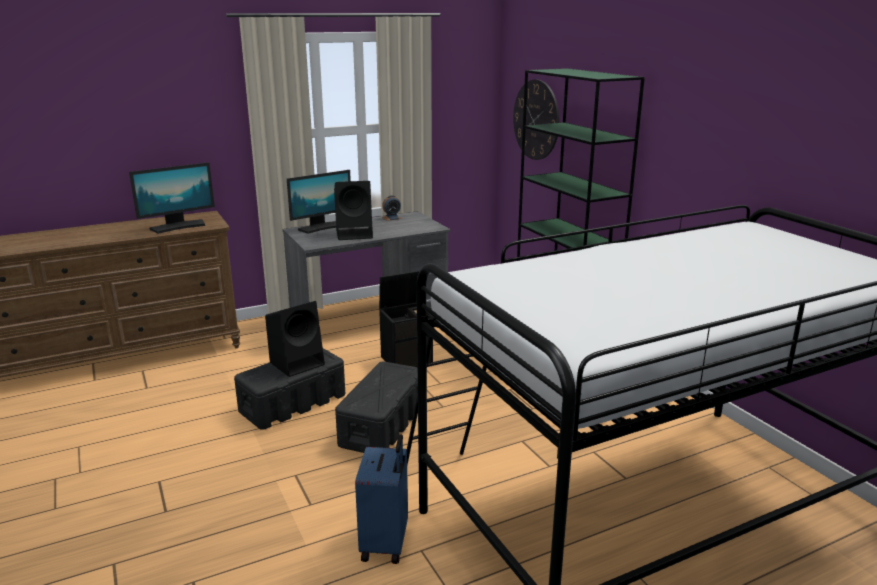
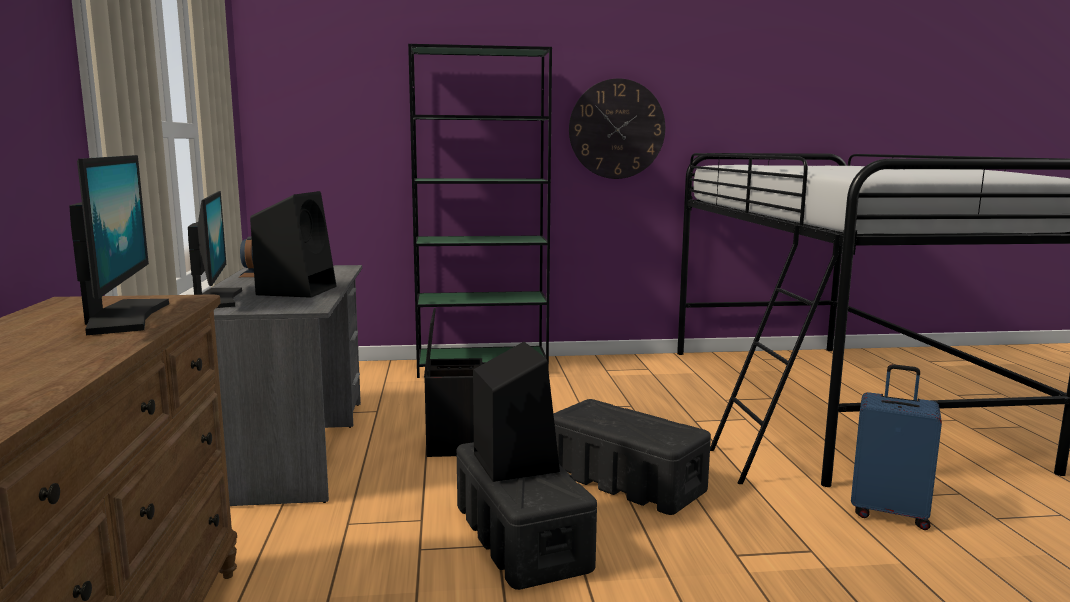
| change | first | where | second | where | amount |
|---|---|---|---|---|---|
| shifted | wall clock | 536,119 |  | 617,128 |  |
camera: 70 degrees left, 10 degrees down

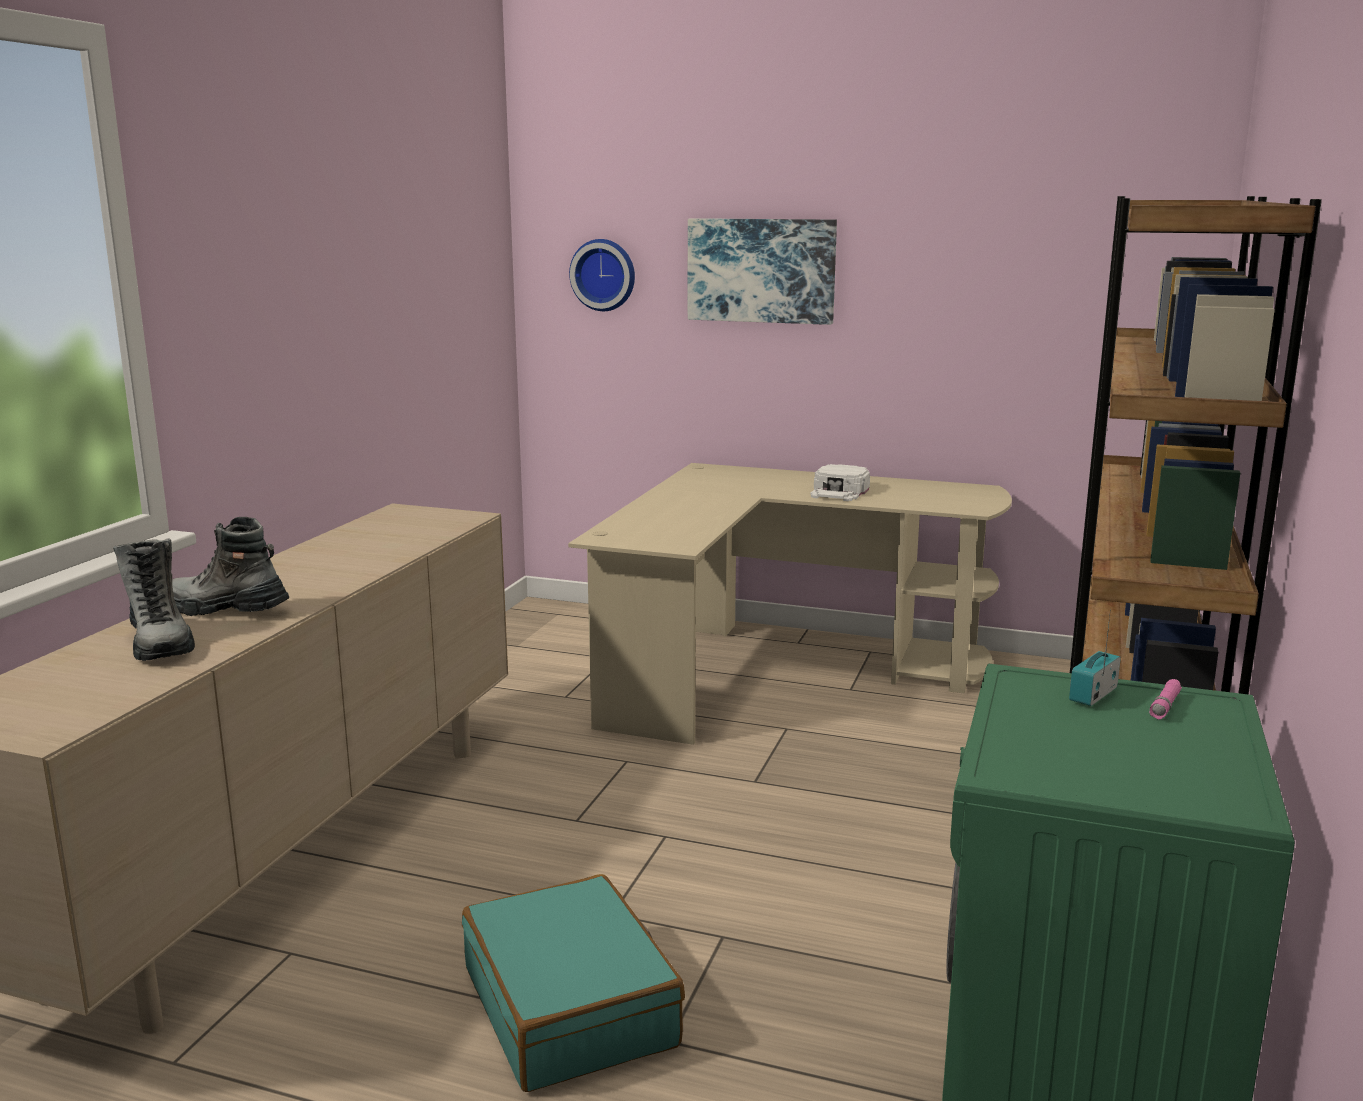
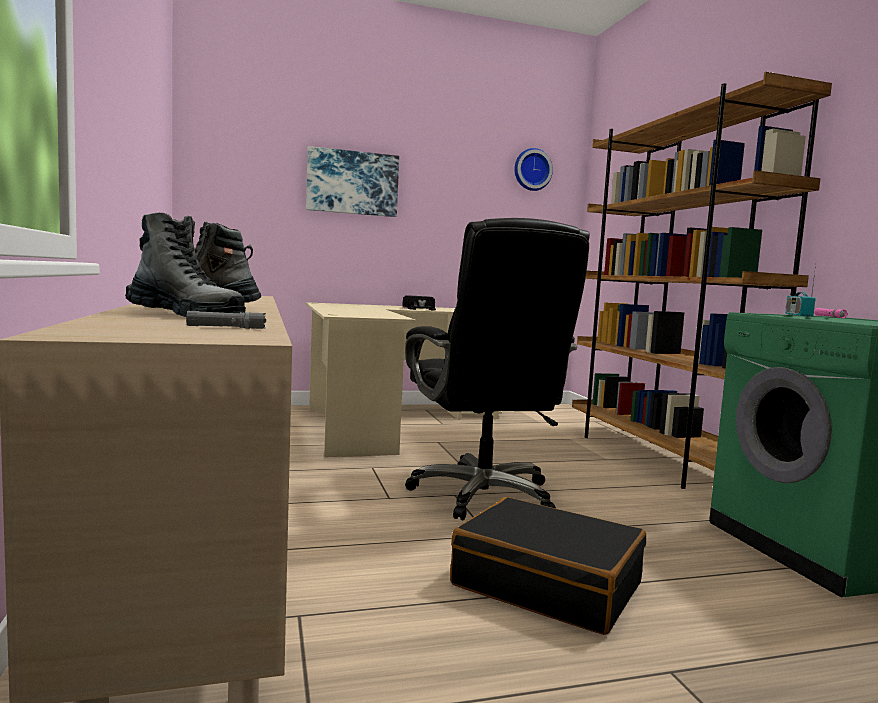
| change | first | where | second | where | amount |
|---|---|---|---|---|---|
| new |  |  | grey flashlight | 226,320 |  |
| new |  |  | black office chair | 497,369 |  |
| shifted | wall clock | 602,275 |  | 533,169 |  |
| repainted | turquoise suitcase | 573,983 | black suitcase | 548,566 |  |
| repainted | white cap | 840,482 | black cap | 419,302 |  |
camera: 35 degrees left, 10 degrees down

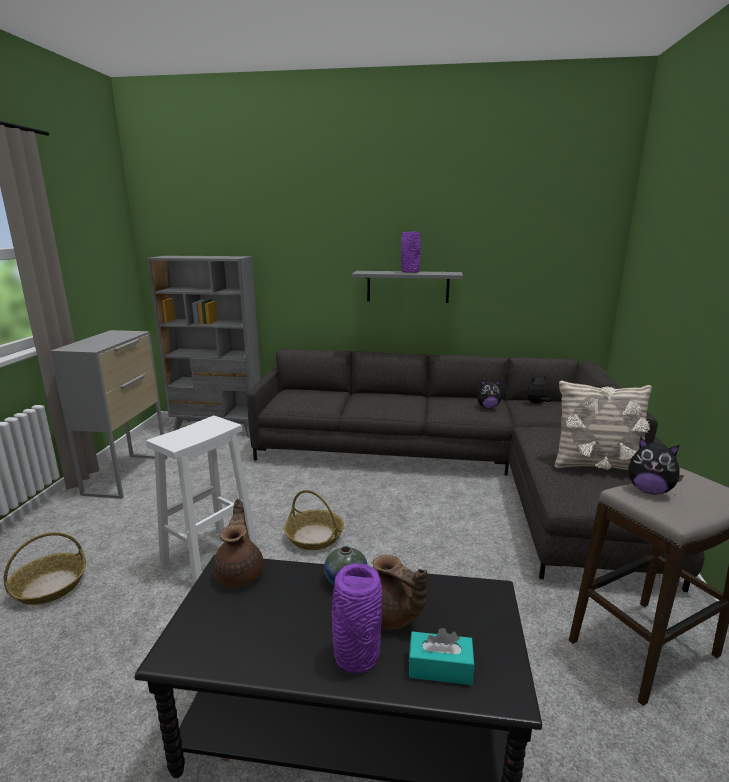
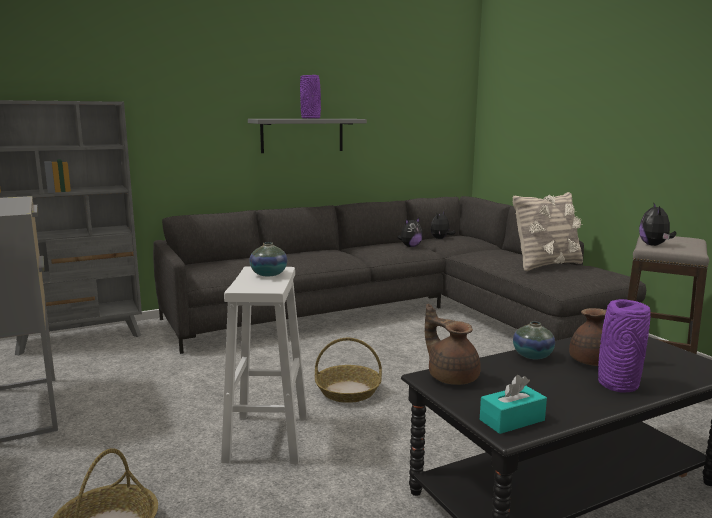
| change | first | where | second | where | amount |
|---|---|---|---|---|---|
| new |  |  | vase | 268,259 |  |
| shifted | turquoise tissue box | 441,656 |  | 513,404 |  |
| rotated | plush toy | 656,466 |  | 657,224 | 105 degrees clockwise |
camera: 35 degrees left, 5 degrees down

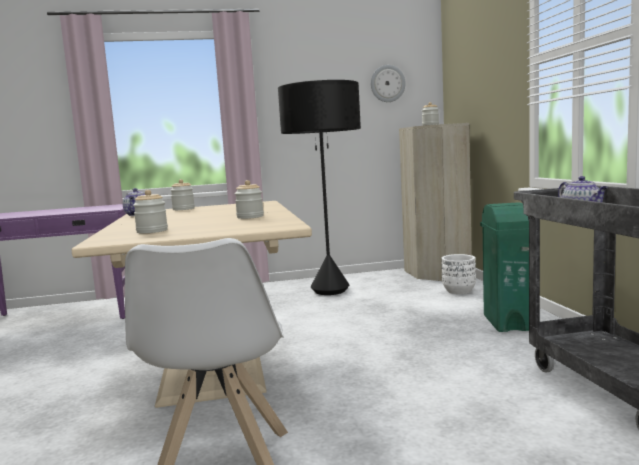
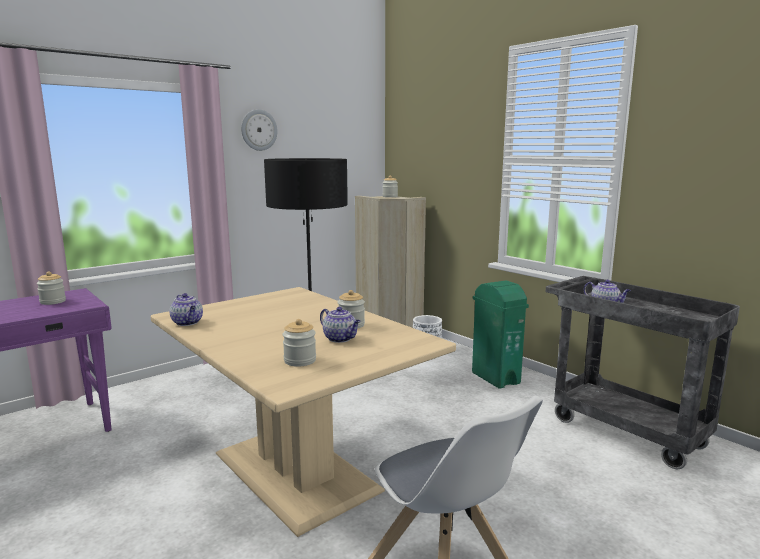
| change | first | where | second | where | amount |
|---|---|---|---|---|---|
| new |  |  | teapot | 340,325 |  |
| shifted | jar | 182,194 |  | 51,288 |  |
| shifted | wall clock | 388,83 |  | 259,130 |  |
camera: 30 degrees left, 5 degrees up

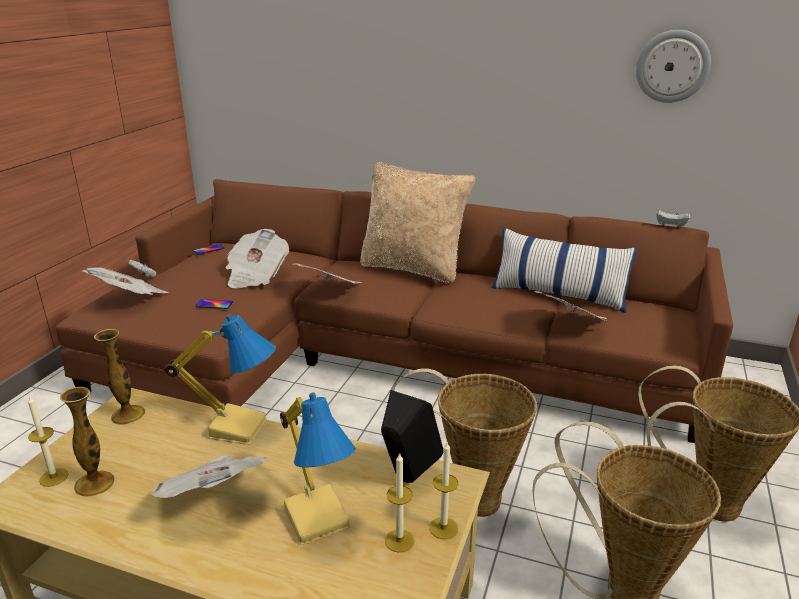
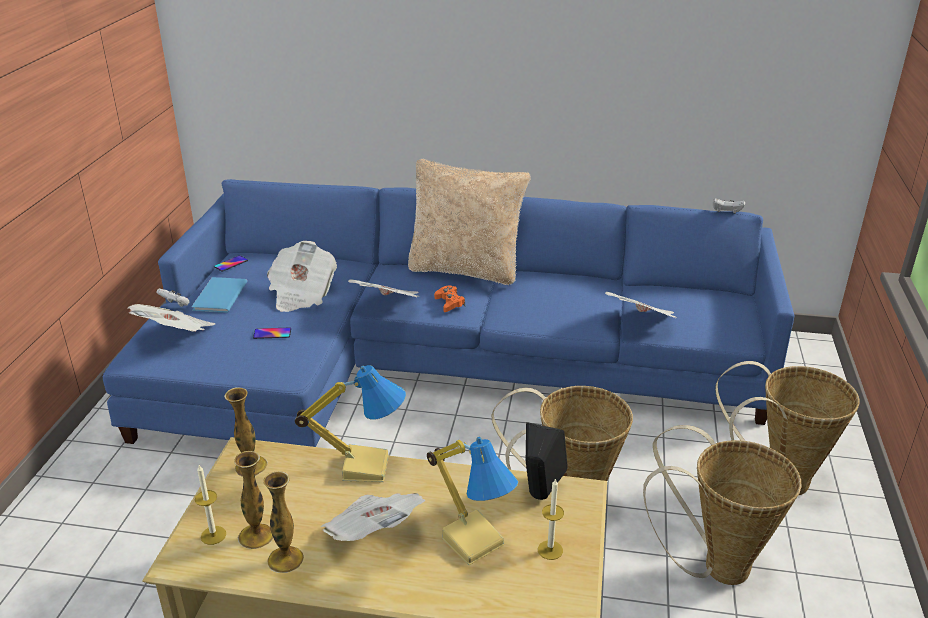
| change | first | where | second | where | amount |
|---|---|---|---|---|---|
| gone | candle | 443,490 |  |  |  |
| gone | pillow | 565,270 |  |  |  |
| gone | wall clock | 673,66 |  |  |  |
| new |  |  | blue book | 219,295 |  |
| new |  |  | vase | 283,522 |  |
| new |  |  | orange game controller | 449,299 |  |
| repainted | brown sofa | 394,311 | blue sofa | 448,313 |  |
camera: 10 degrees left, 5 degrees up

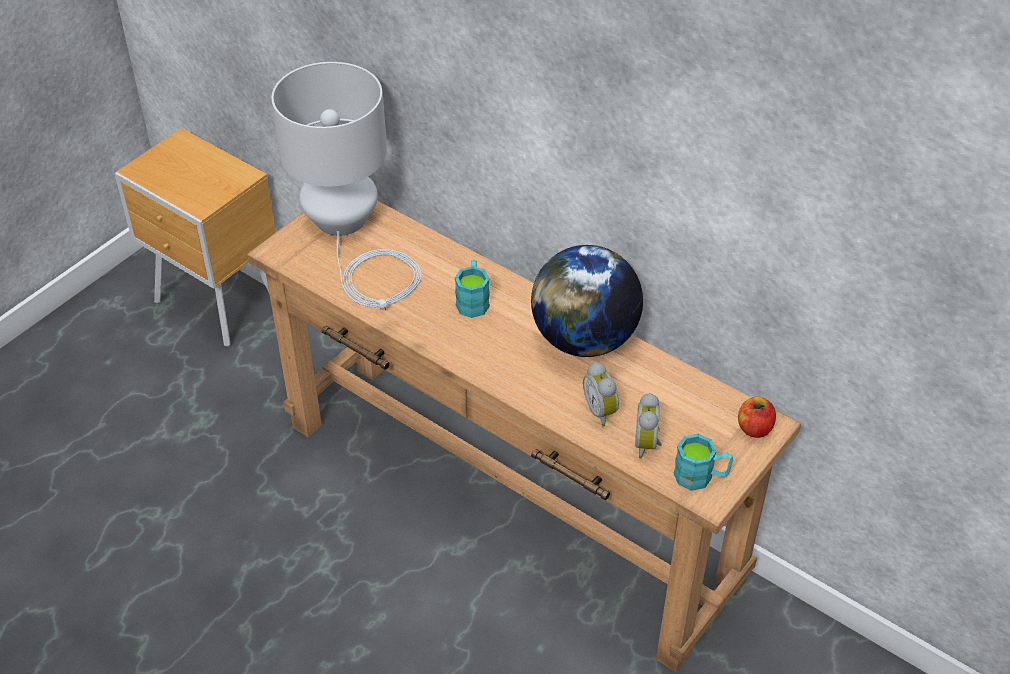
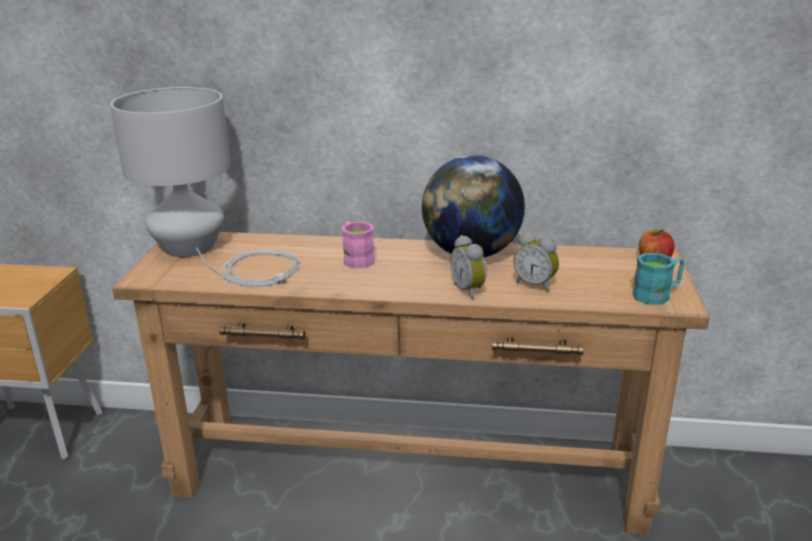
| change | first | where | second | where | amount |
|---|---|---|---|---|---|
| shifted | alarm clock | 648,425 |  | 468,267 |  |
| repainted | turquoise mug | 472,289 | pink mug | 358,244 |  |
camera: 30 degrees left, 20 degrees down

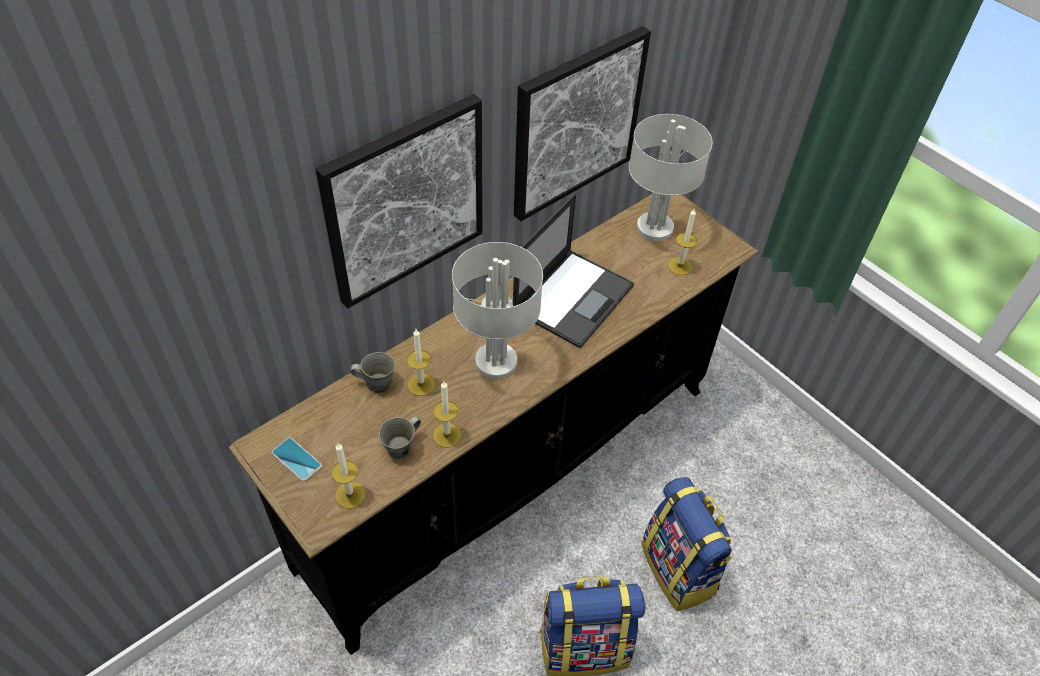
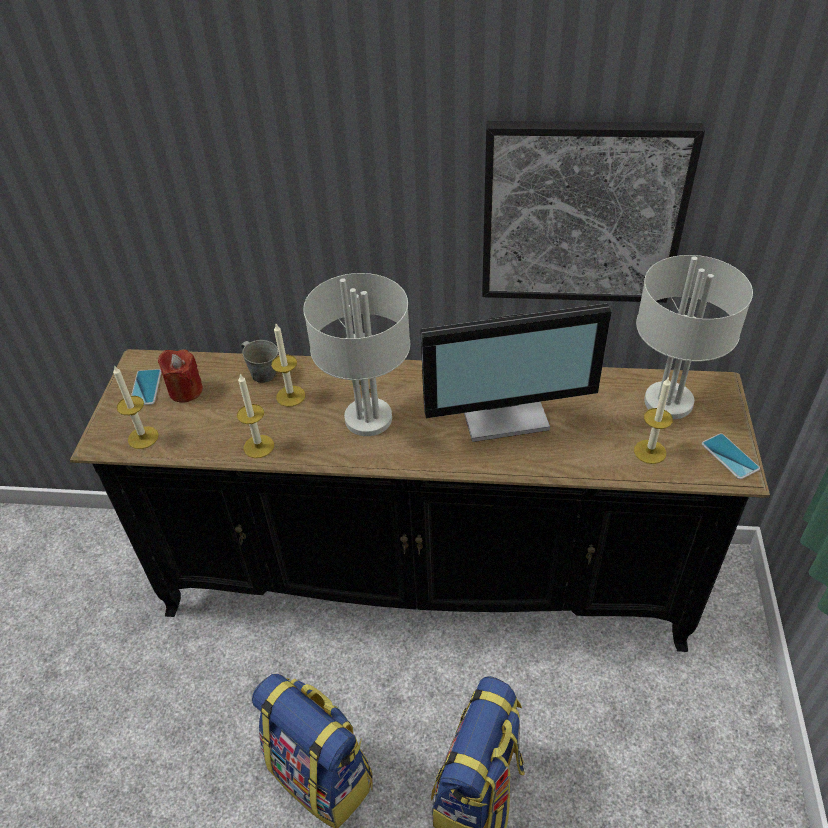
| change | first | where | second | where | amount |
|---|---|---|---|---|---|
| gone | picture | 399,201 |  |  |  |
| gone | grey mug | 400,437 |  |  |  |
| new |  |  | red candle | 180,376 |  |
| new |  |  | phone | 731,456 |  |
| swapped | laptop | 573,270 | monitor | 516,372 |  |
camera: 50 degrees right, 5 degrees down

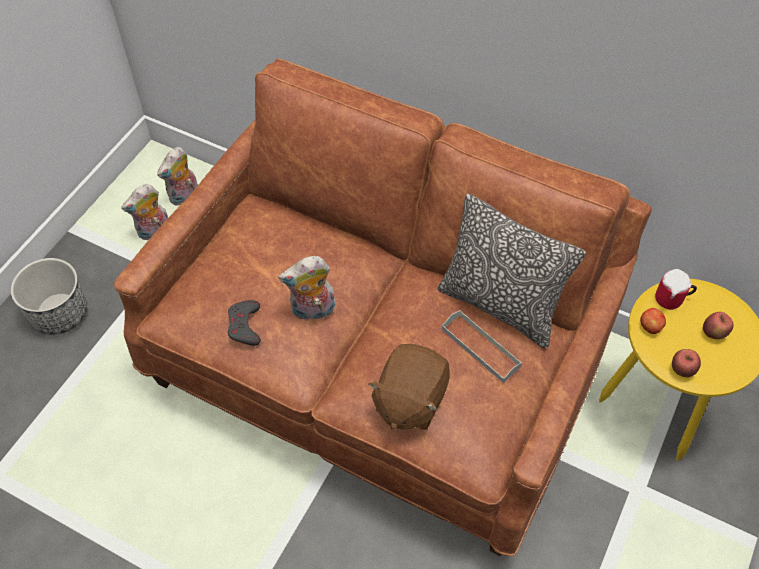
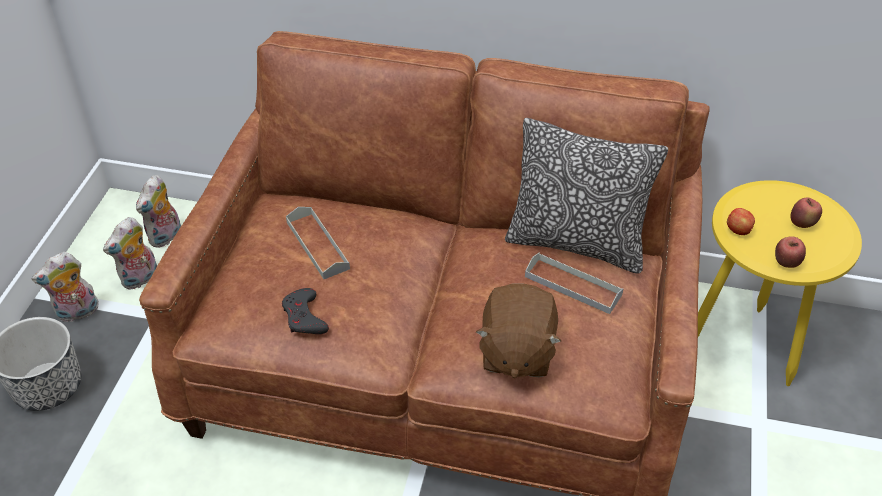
| change | first | where | second | where | amount |
|---|---|---|---|---|---|
| gone | mug | 676,289 |  |  |  |
| new |  |  | grey tray | 318,243 |  |
| shifted | plush toy | 307,289 |  | 65,287 |  |
camera: 15 degrees left, 10 degrees down

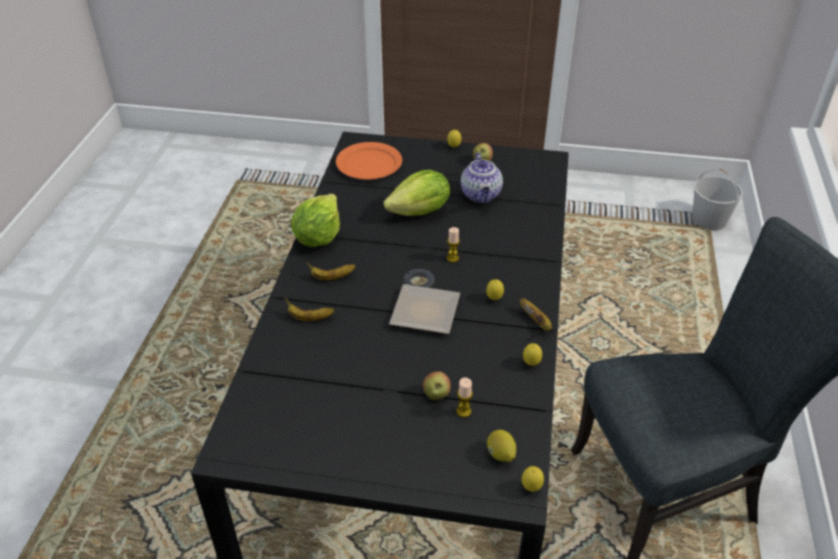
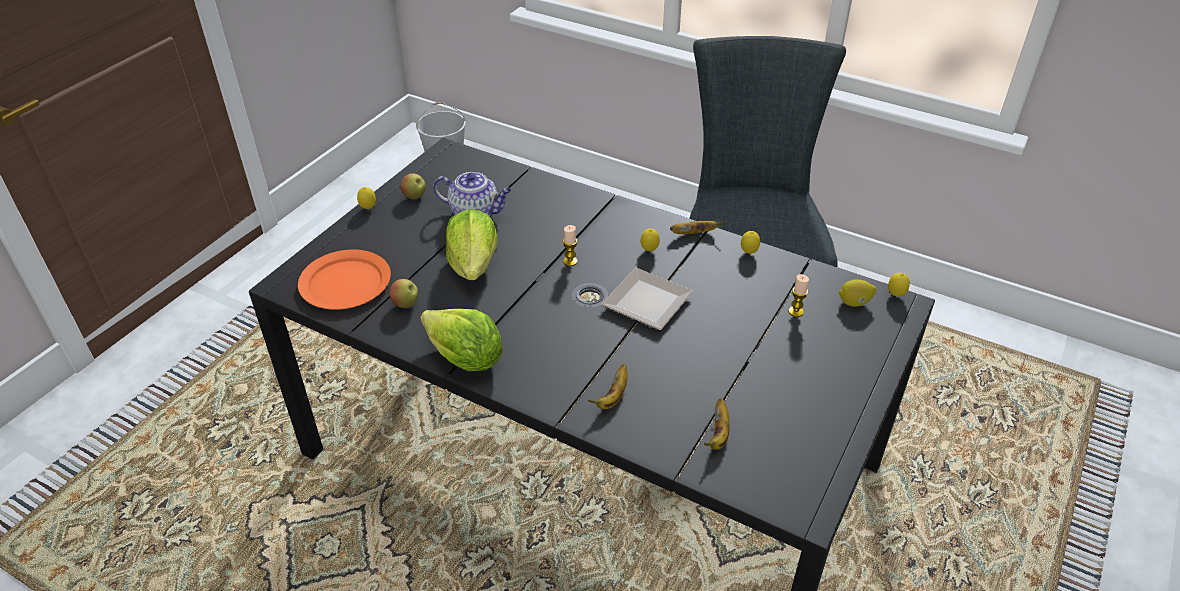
| change | first | where | second | where | amount |
|---|---|---|---|---|---|
| shifted | banana | 331,270 |  | 717,424 |  |
| shifted | apple | 437,385 |  | 403,293 |  |
camera: 70 degrees left, 0 degrees up

